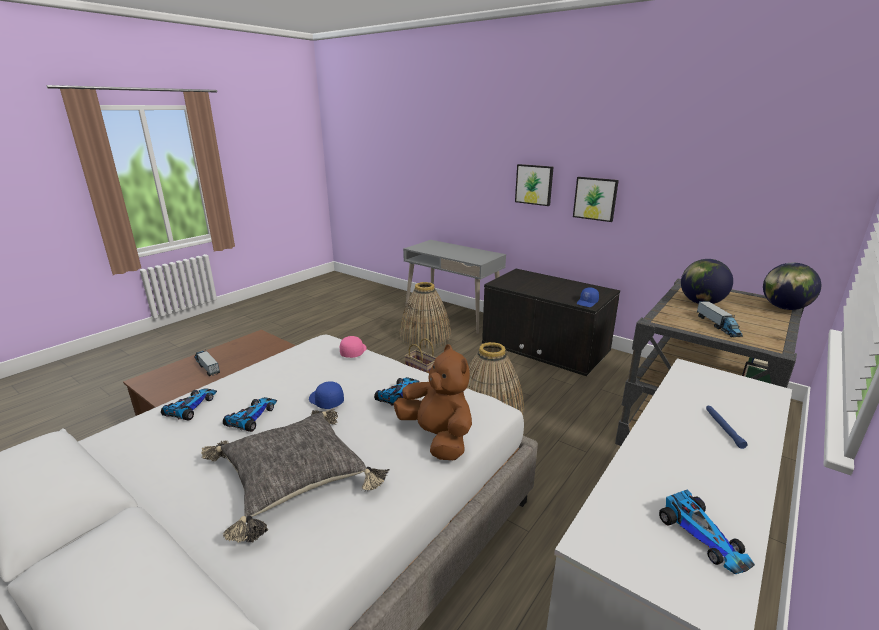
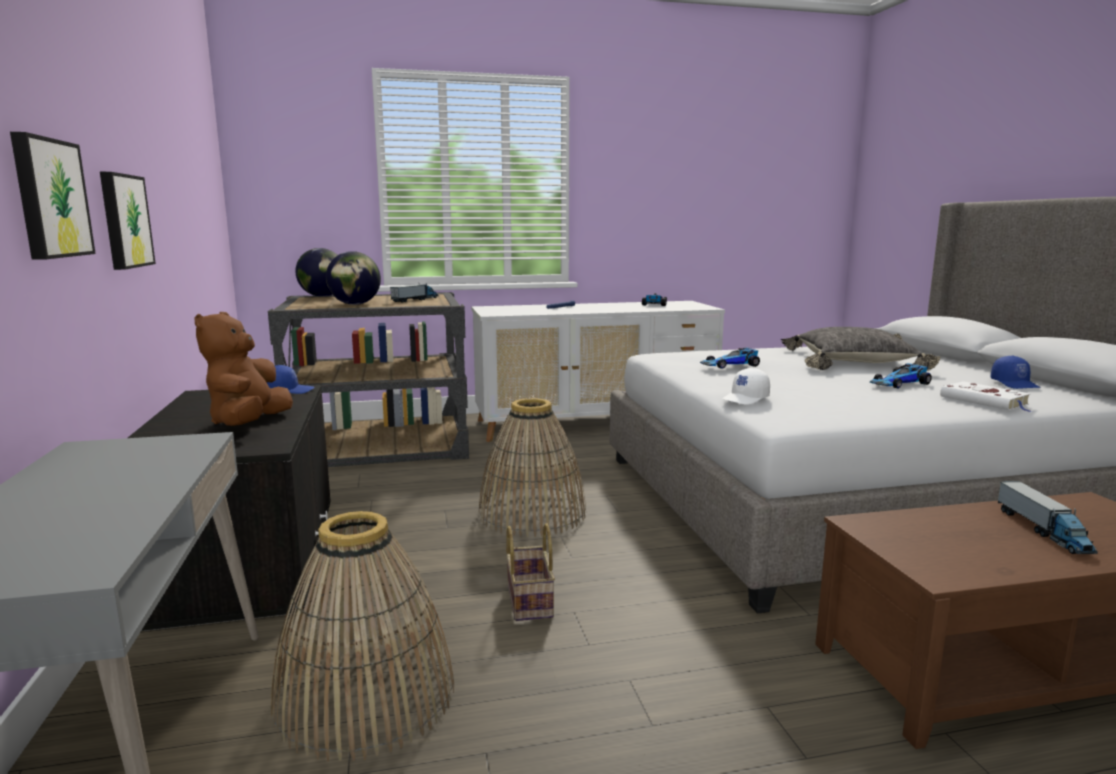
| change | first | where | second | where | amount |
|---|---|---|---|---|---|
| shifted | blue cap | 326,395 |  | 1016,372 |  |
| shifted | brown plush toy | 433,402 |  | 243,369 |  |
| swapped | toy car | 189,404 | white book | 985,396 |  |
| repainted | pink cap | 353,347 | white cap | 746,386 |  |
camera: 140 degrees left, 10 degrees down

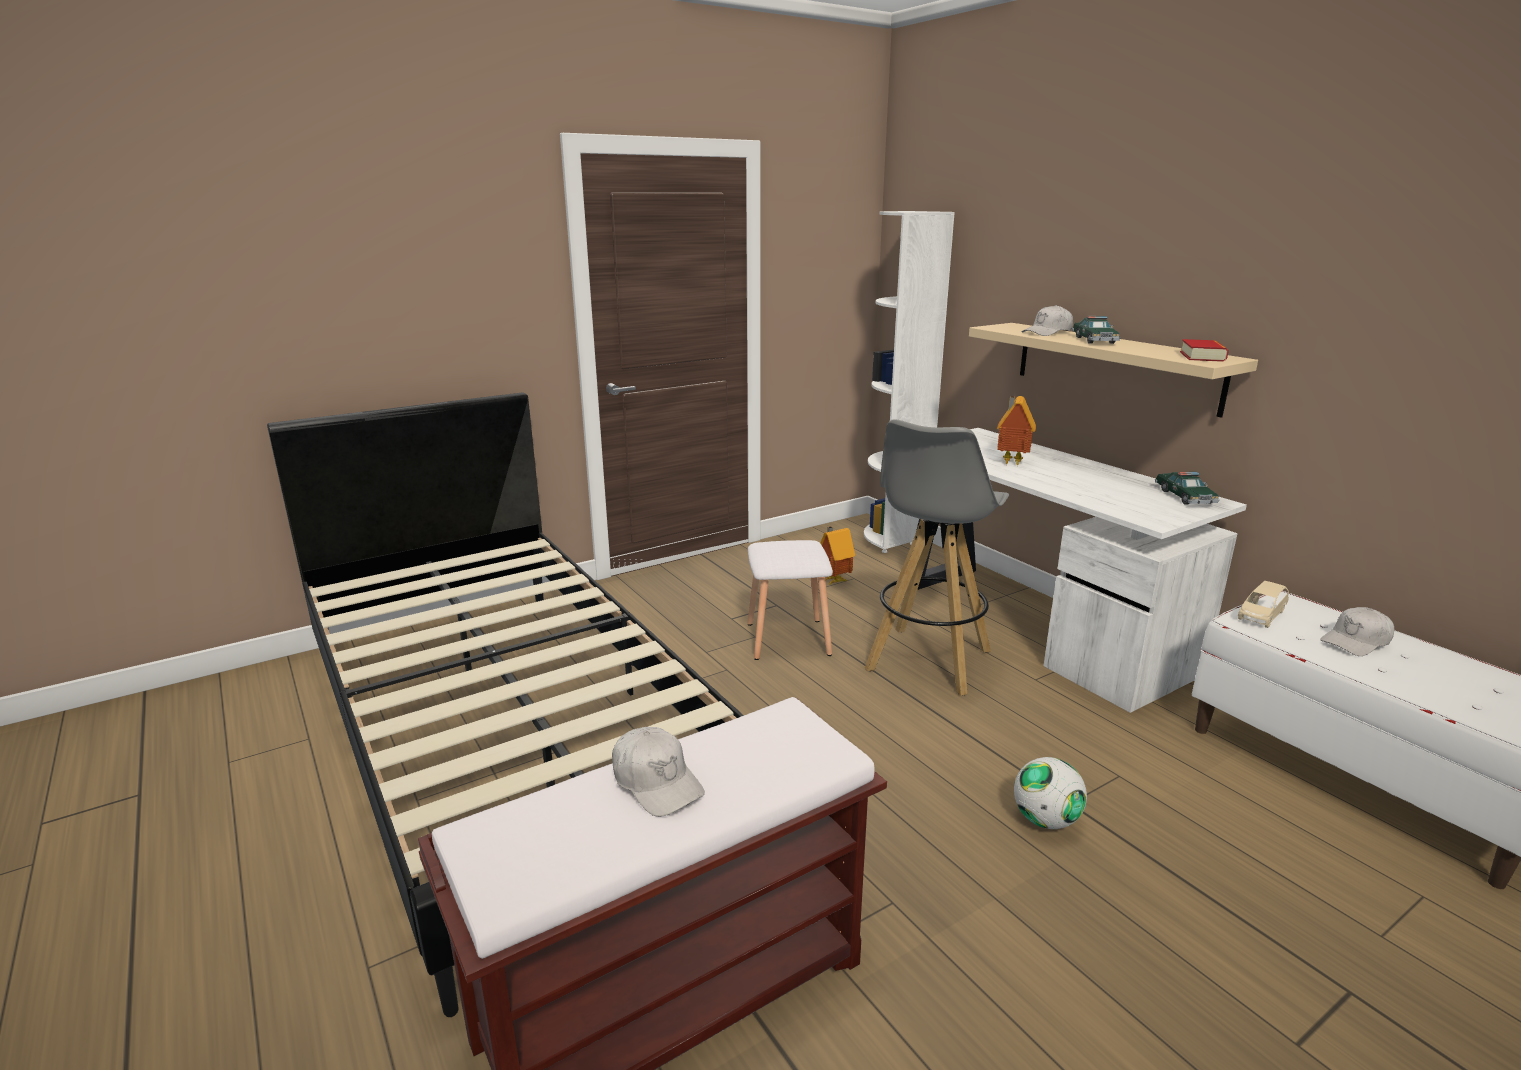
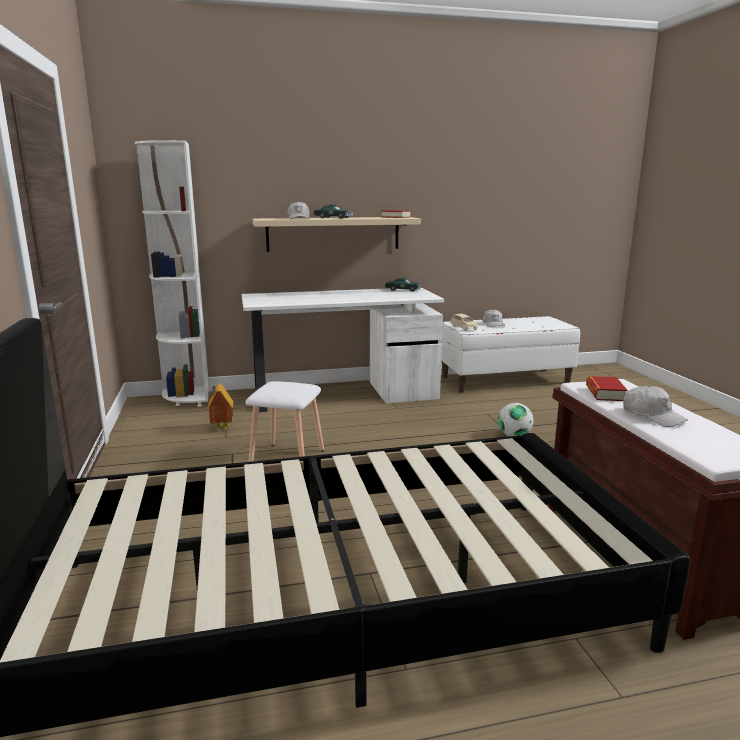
| change | first | where | second | where | amount |
|---|---|---|---|---|---|
| gone | grey stool | 937,557 |  |  |  |
| gone | toy house | 1016,431 |  |  |  |
| new |  |  | book | 607,388 |  |
| rotated | white cap | 658,772 |  | 655,406 | 75 degrees clockwise |
camera: 70 degrees left, 5 degrees down

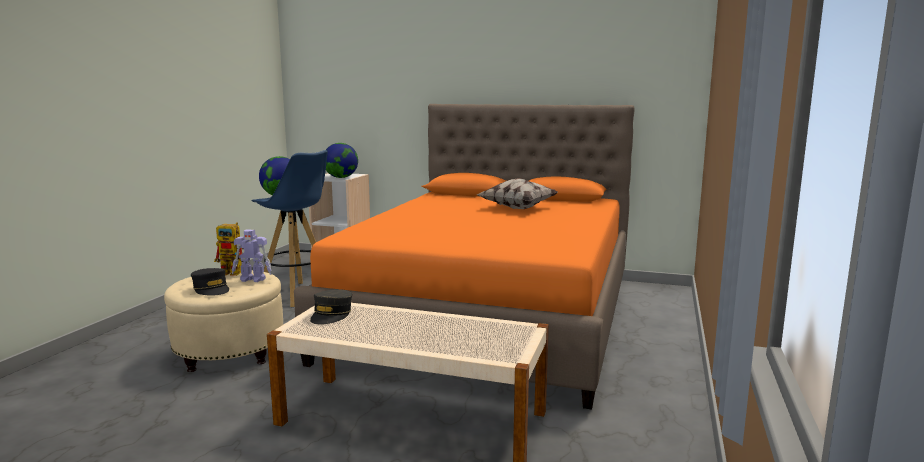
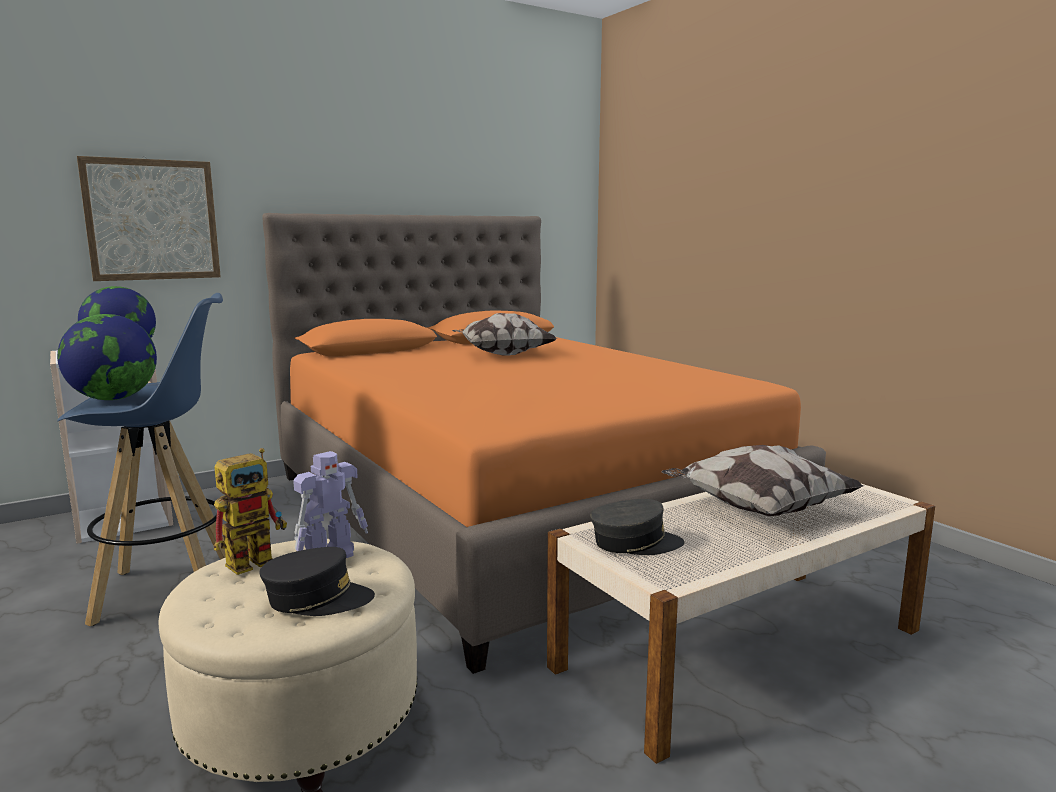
| change | first | where | second | where | amount |
|---|---|---|---|---|---|
| new |  |  | picture | 149,218 |  |
| new |  |  | pillow | 762,480 |  |
| rotated | grey cap | 331,306 |  | 637,527 | 60 degrees counterclockwise |
camera: 50 degrees left, 0 degrees up

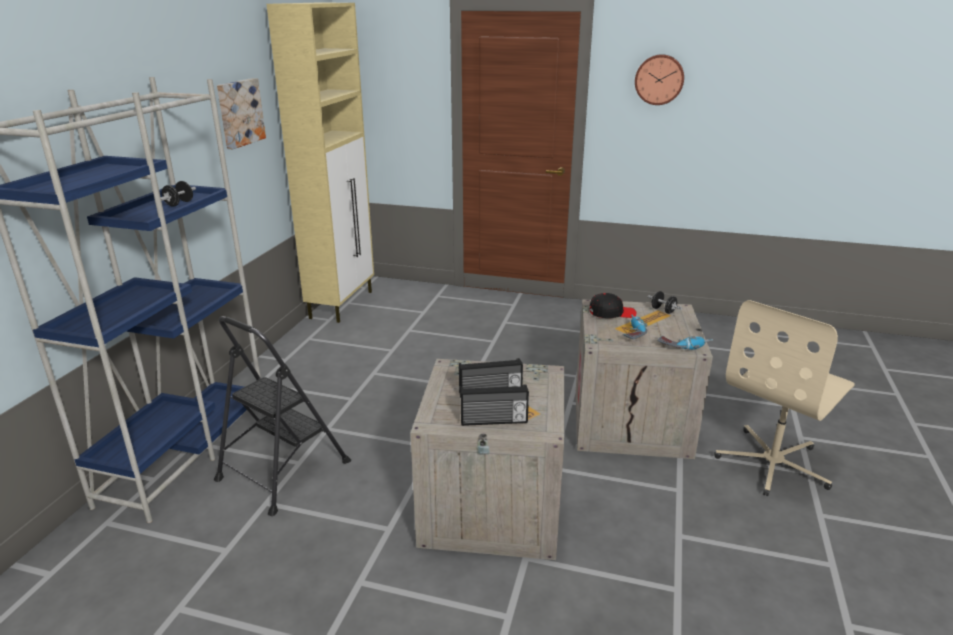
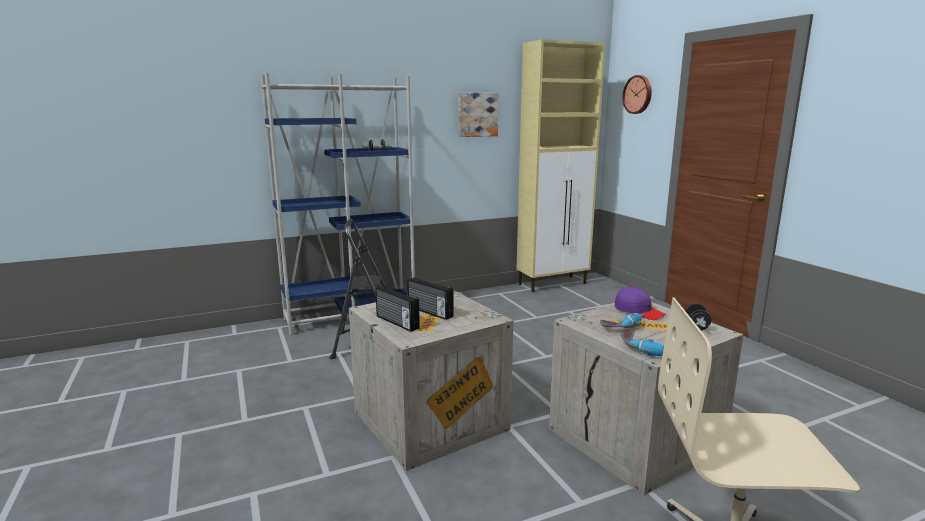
| change | first | where | second | where | amount |
|---|---|---|---|---|---|
| shifted | wall clock | 659,79 |  | 637,94 |  |
| repainted | black cap | 612,305 | purple cap | 640,303 |  |
camera: 50 degrees right, 10 degrees down

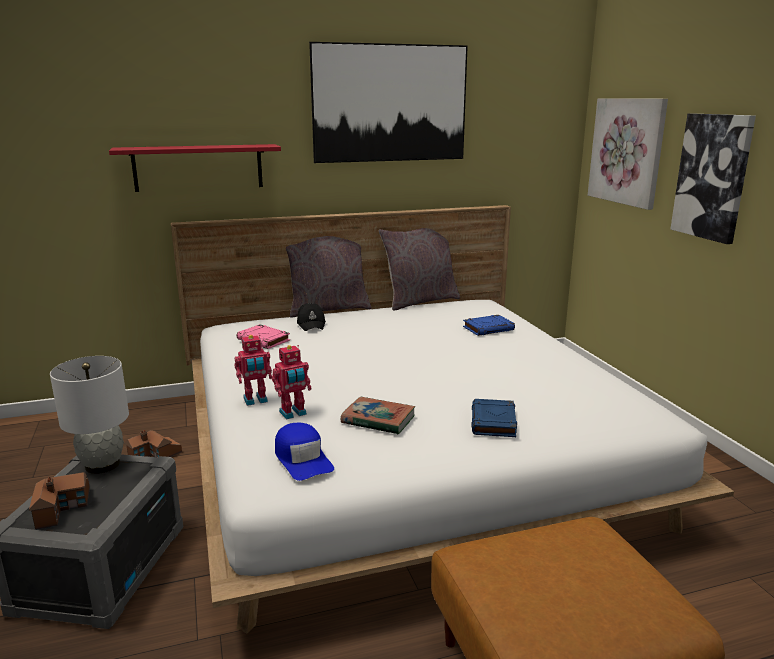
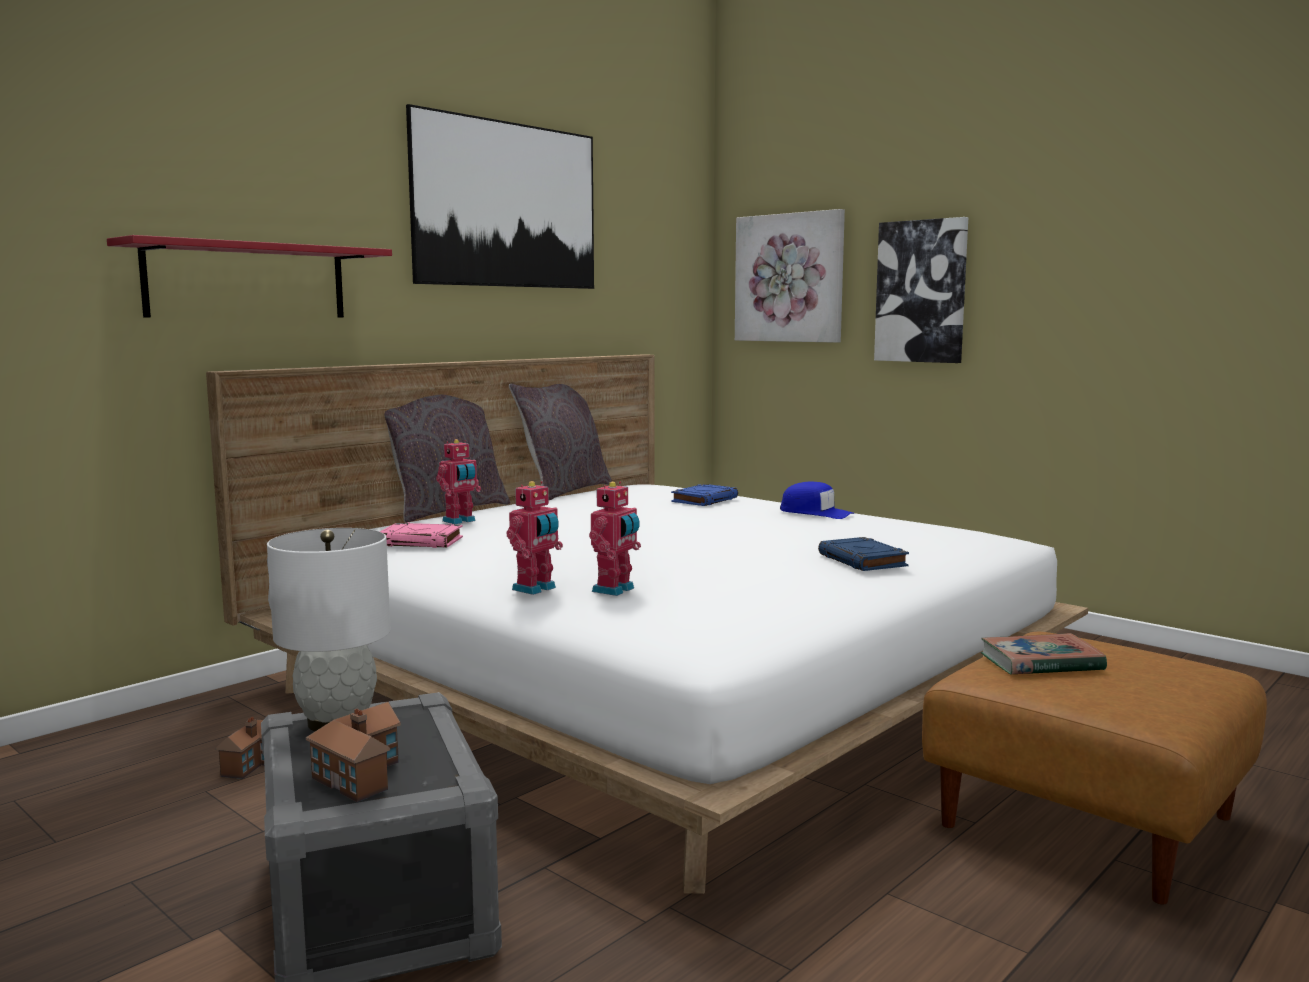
| change | first | where | second | where | amount |
|---|---|---|---|---|---|
| shifted | blue cap | 304,452 |  | 817,500 |  |
| shifted | book | 378,416 |  | 1044,653 |  |
| swapped | black cap | 311,317 | toy robot | 458,481 |  |
camera: 30 degrees left, 10 degrees down

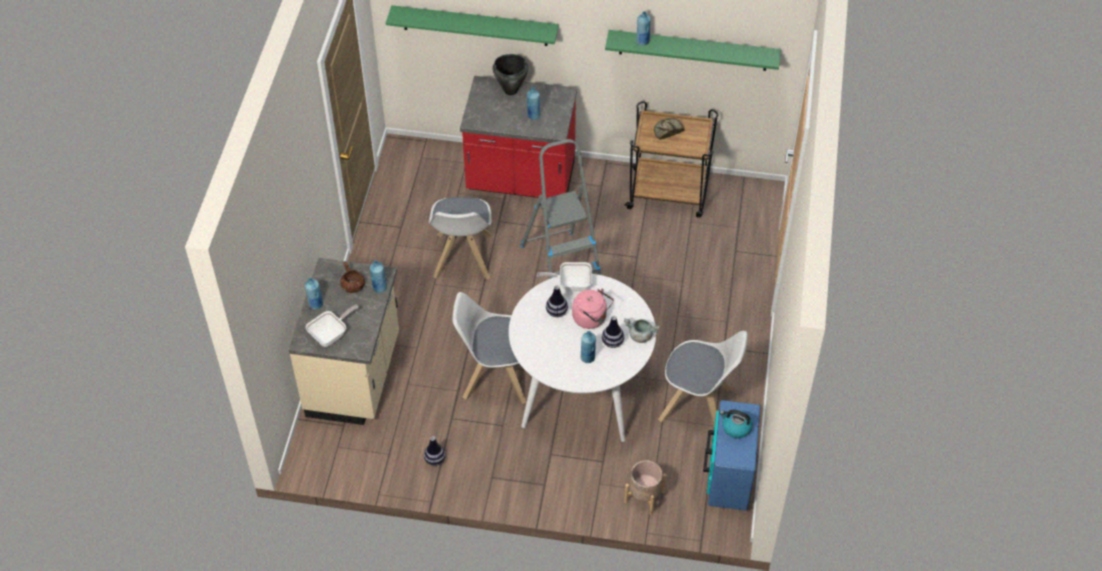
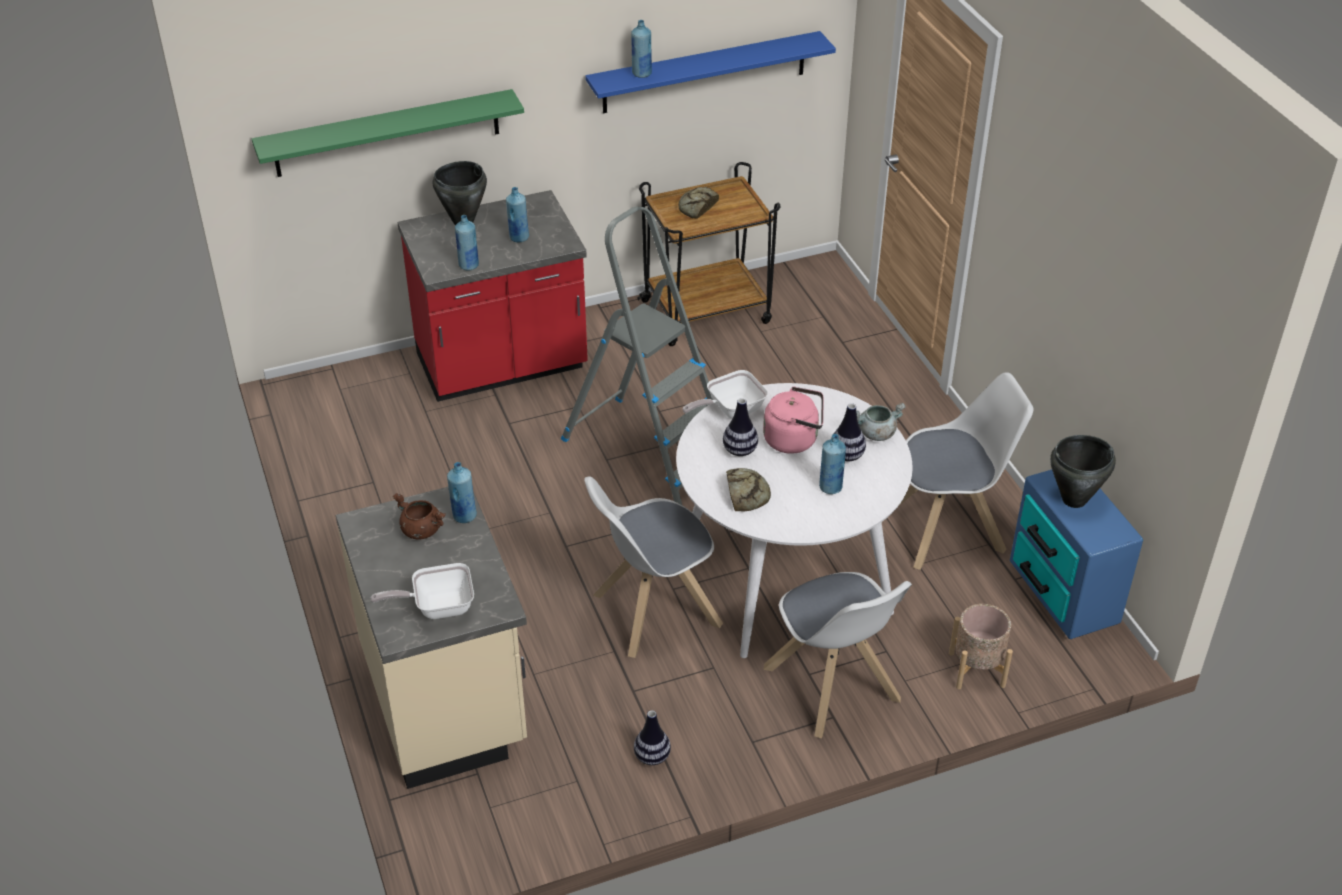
| change | first | where | second | where | amount |
|---|---|---|---|---|---|
| new |  |  | bread | 748,490 |  |
| shifted | blue bottle | 314,294 |  | 467,243 |  |
| shifted | chair | 461,238 |  | 838,655 |  |
| swapped | kettle | 736,424 | black cooking pot | 1083,471 |  |
| repainted | green shelf | 693,50 | blue shelf | 710,72 |  |
| rotated | frying pan | 332,326 |  | 422,591 | 120 degrees counterclockwise |
camera: 30 degrees left, 10 degrees down

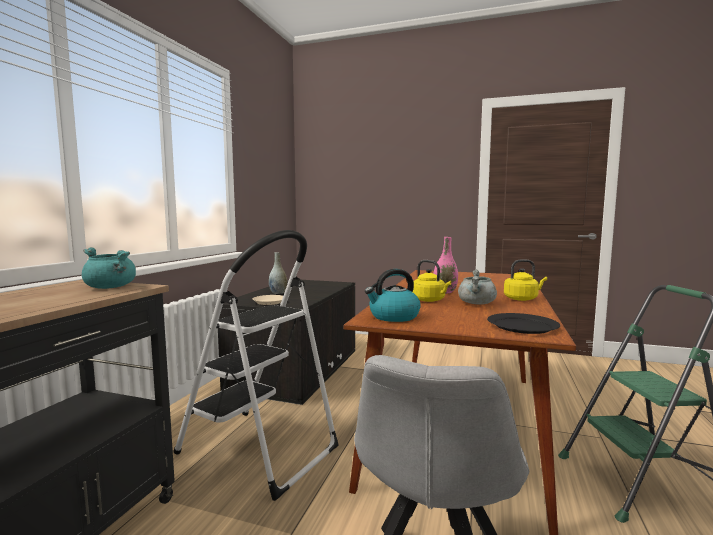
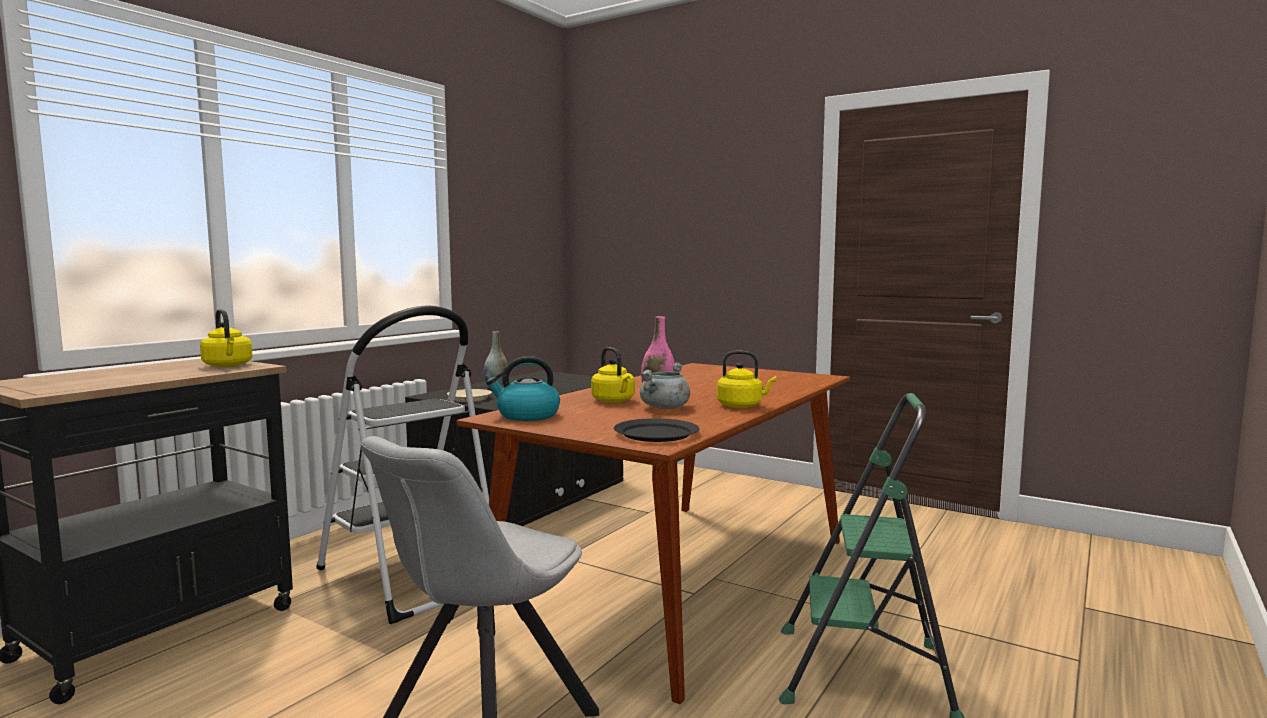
| change | first | where | second | where | amount |
|---|---|---|---|---|---|
| swapped | turquoise cooking pot | 109,268 | yellow kettle | 226,338 |  |
camera: 15 degrees right, 0 degrees up

